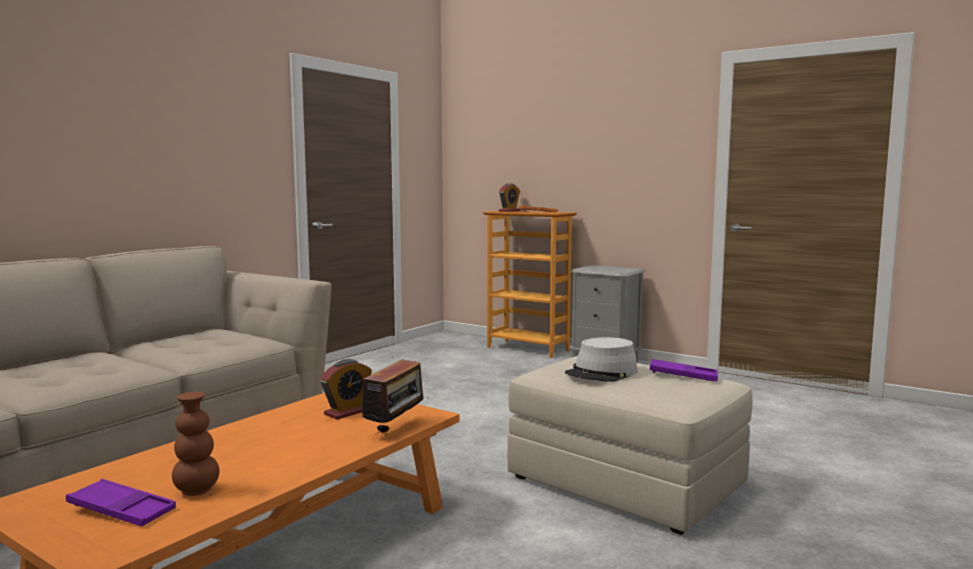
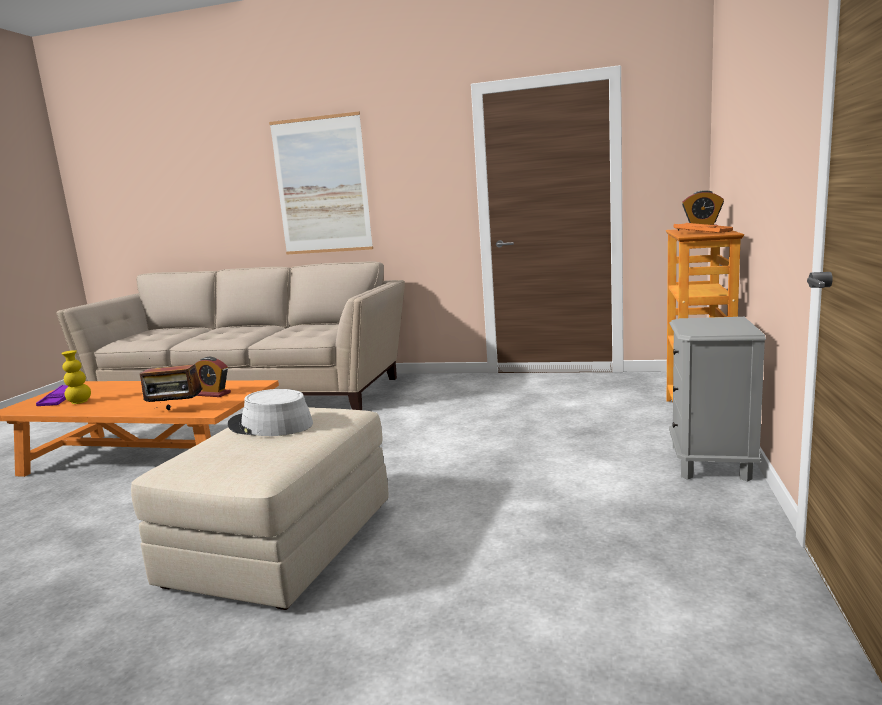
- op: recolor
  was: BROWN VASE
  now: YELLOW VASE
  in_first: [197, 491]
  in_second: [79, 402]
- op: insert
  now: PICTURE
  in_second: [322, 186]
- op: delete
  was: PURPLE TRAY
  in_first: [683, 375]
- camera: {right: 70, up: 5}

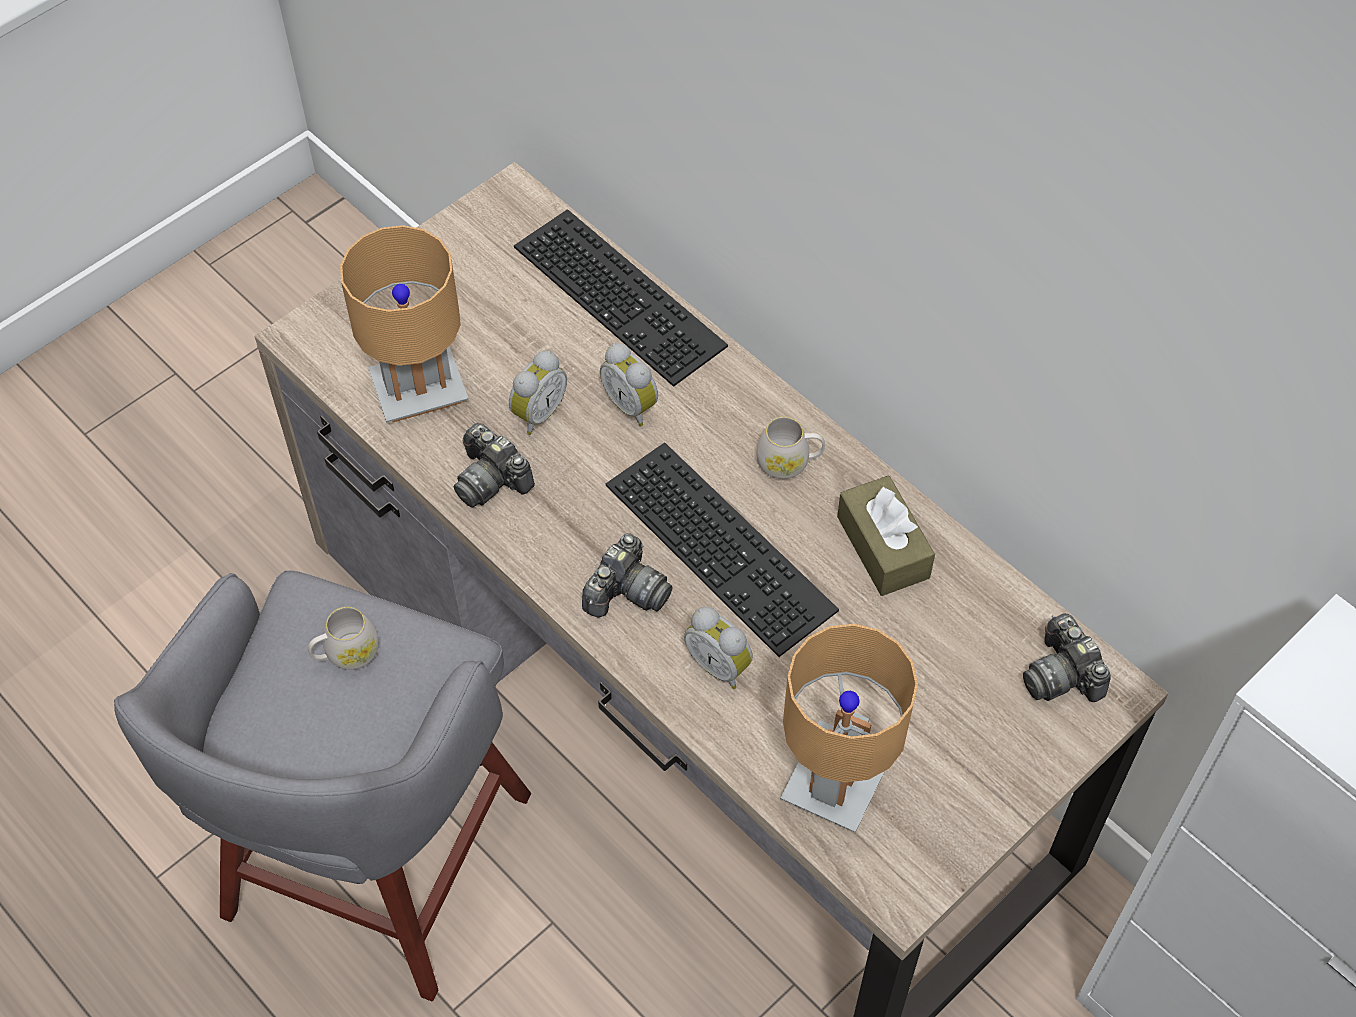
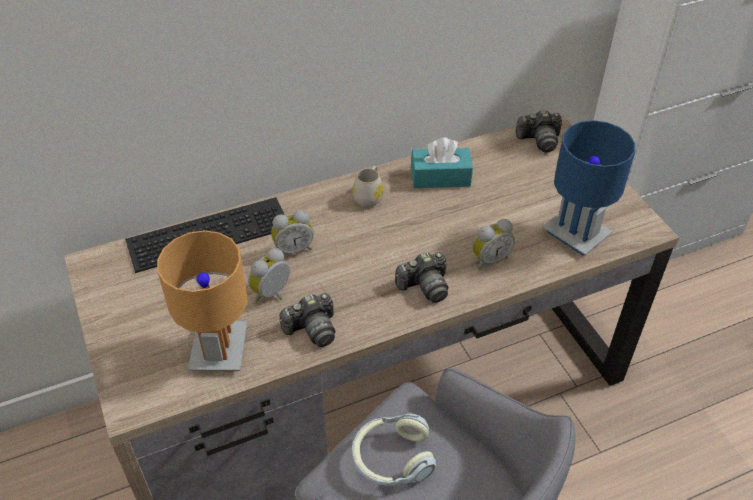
- op: rotate
  was: ALARM CLOCK
  in_first: [537, 413]
  in_second: [273, 294]
  clockwise: -105
- op: replace
  was: WHITE MUG
  now: HEADPHONES
  in_first: [346, 654]
  in_second: [392, 458]
- op: rotate
  was: PHOTO CAMERA
  in_first: [626, 592]
  in_second: [424, 286]
  clockwise: 105
- op: recolor
  was: BROWN TISSUE BOX
  now: TURQUOISE TISSUE BOX
  in_first: [883, 547]
  in_second: [440, 177]
- op: recolor
  was: BROWN TABLE LAMP
  now: BLUE TABLE LAMP
  in_first: [837, 781]
  in_second: [576, 233]
- op: delete
  was: KEYBOARD
  in_first: [725, 545]
- camera: {right: -70, up: -10}

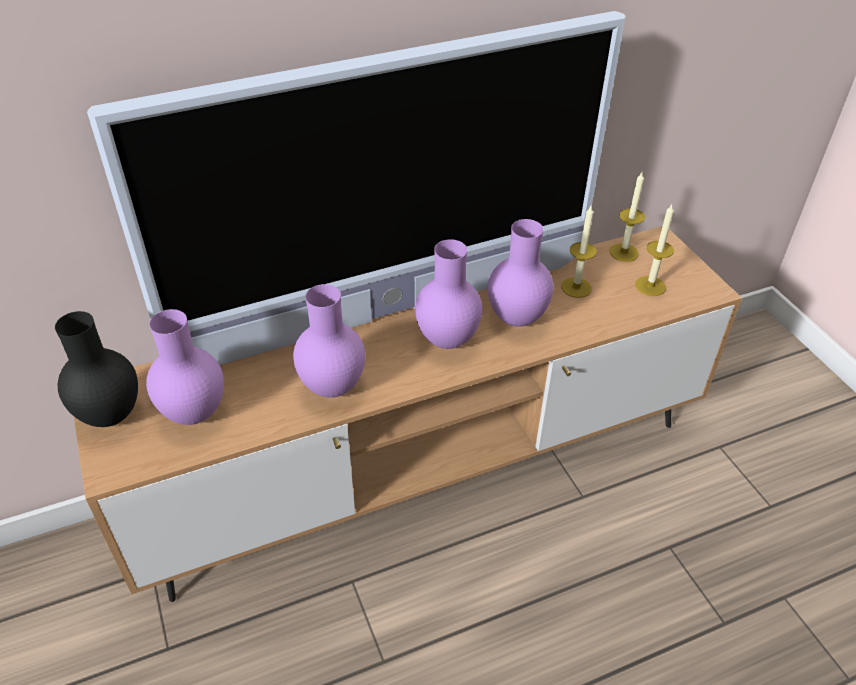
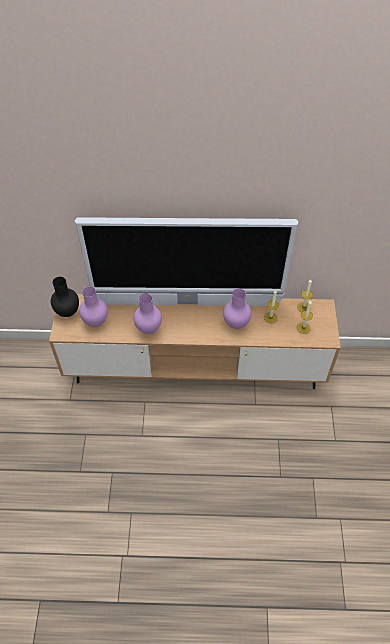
- op: delete
  was: PURPLE VASE
  in_first: [448, 341]
- camera: {right: 25, up: 10}

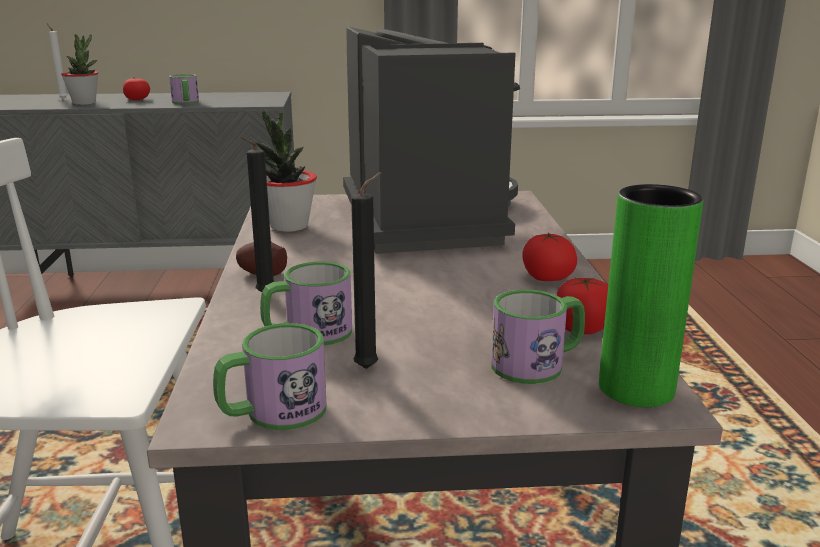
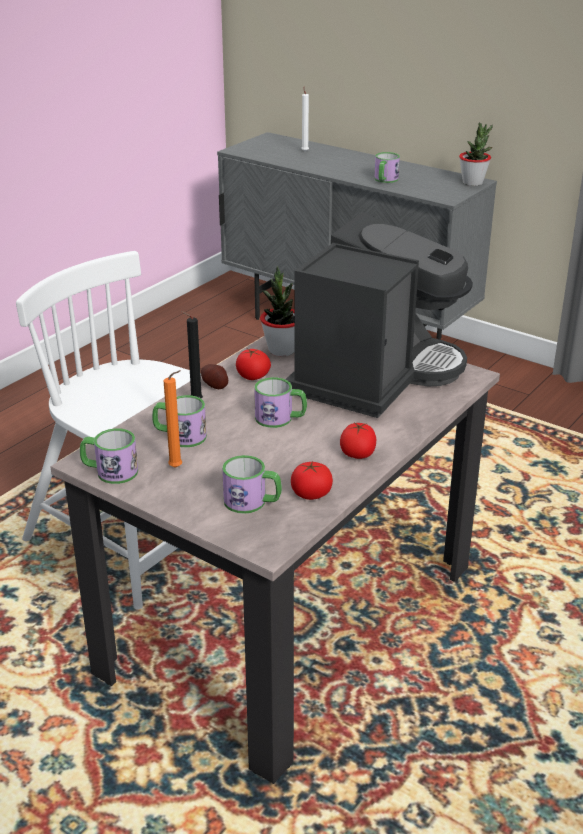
- op: recolor
  was: BLACK CANDLE
  now: ORANGE CANDLE
  in_first: [370, 367]
  in_second: [177, 468]
- op: move
  was: TOMATO
  in_first: [137, 99]
  in_second: [253, 376]
- op: insert
  now: MUG
  in_second: [280, 418]
- op: move
  was: POTTED PLANT
  in_first: [84, 103]
  in_second: [472, 183]
- op: delete
  was: GREEN VASE
  in_first: [636, 389]
- camera: {right: 40, up: 10}

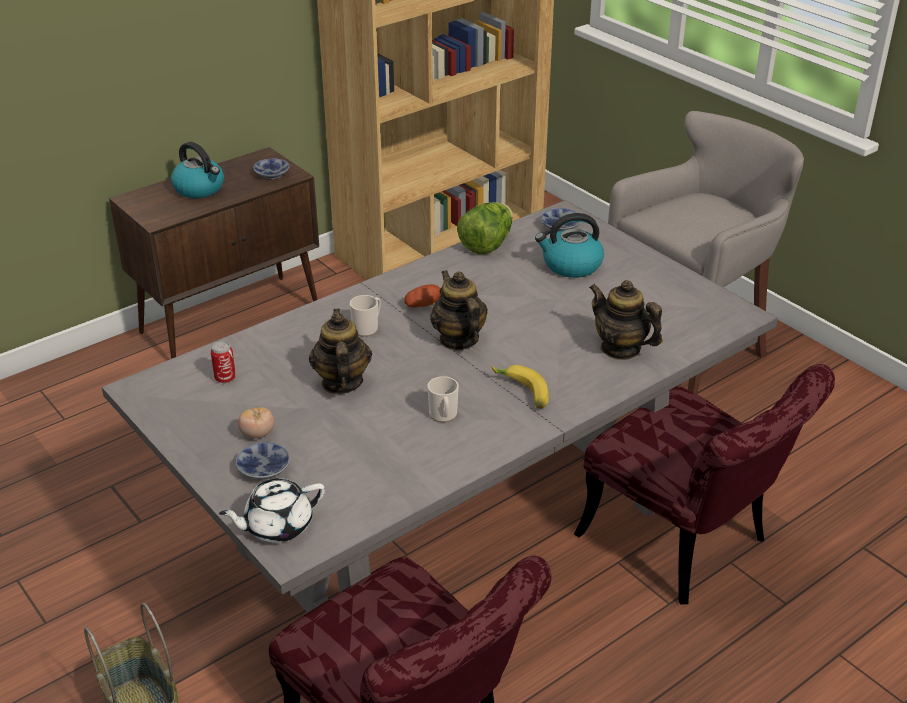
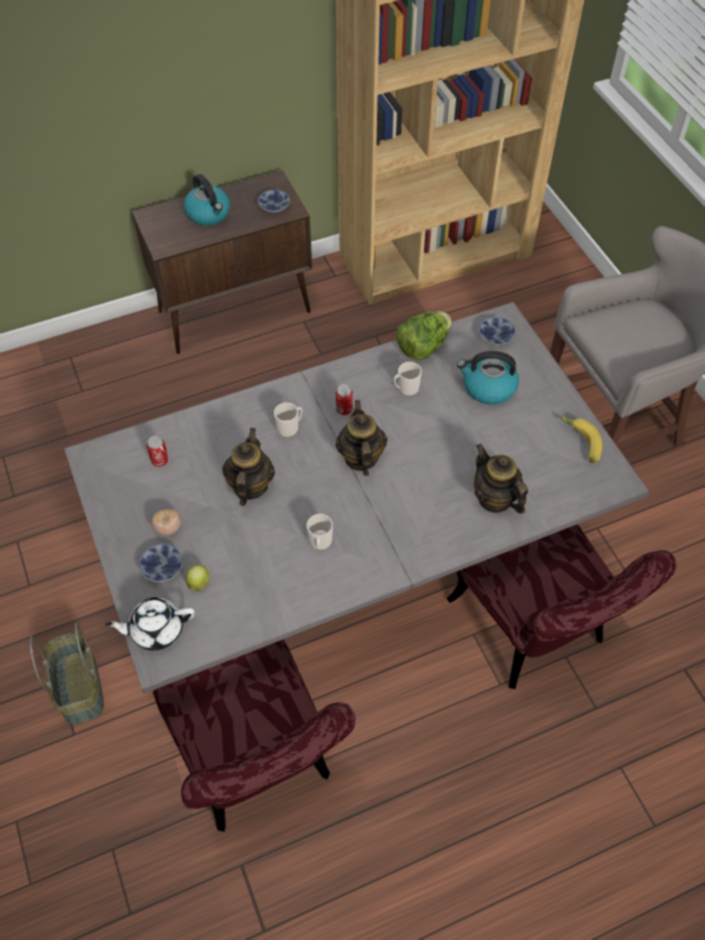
- op: insert
  now: APPLE
  in_second: [199, 582]
- op: replace
  was: POTATO
  now: CAN
  in_first: [422, 305]
  in_second: [344, 409]
- op: insert
  now: MUG
  in_second: [406, 388]
- op: move
  was: BANANA
  in_first: [521, 393]
  in_second: [580, 443]
- camera: {right: 15, up: 20}

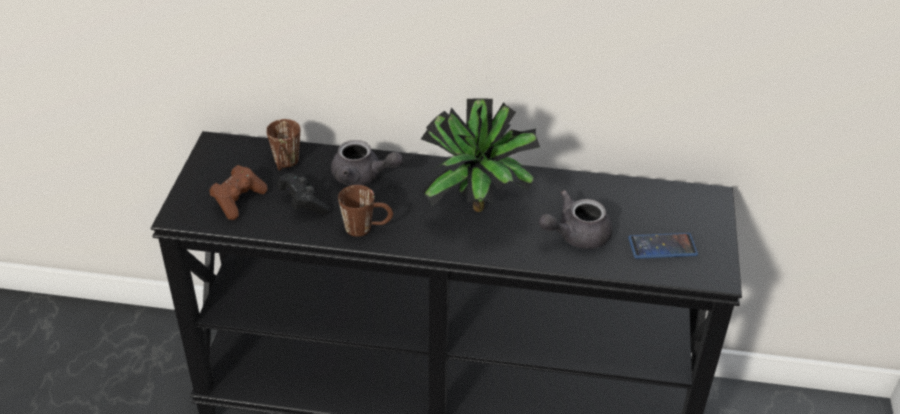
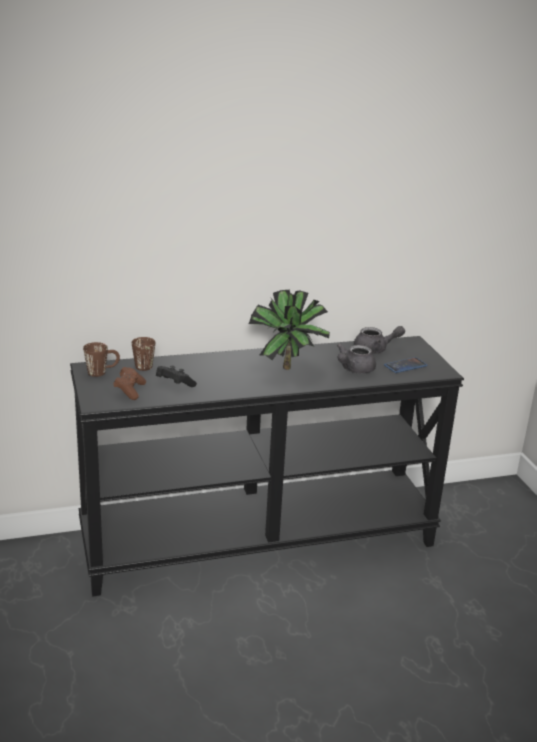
- op: move
  was: BROWN MUG
  in_first: [367, 228]
  in_second: [102, 372]
- op: move
  was: GREY TEAPOT
  in_first: [363, 176]
  in_second: [375, 350]
- camera: {right: -25, up: -15}

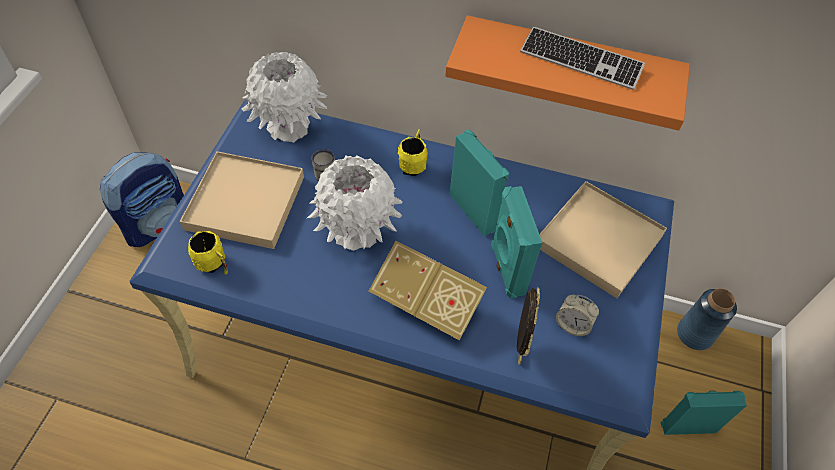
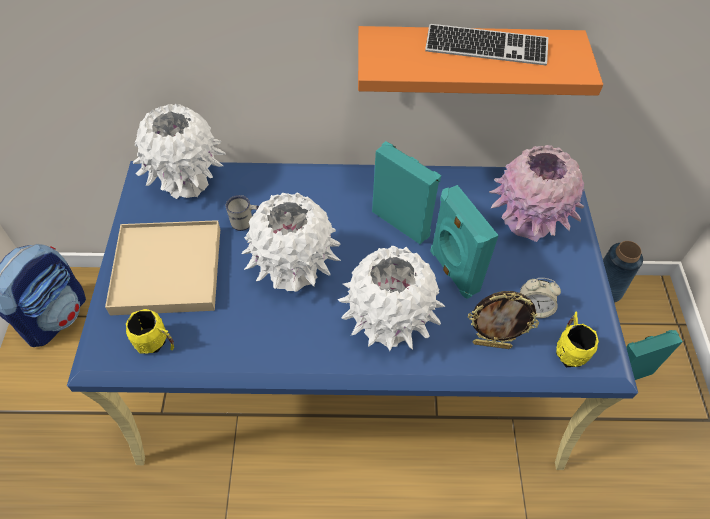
- op: replace
  was: BOOK
  now: WHITE VASE
  in_first: [427, 302]
  in_second: [388, 324]
- op: rotate
  was: PICTURE FRAME
  in_first: [518, 347]
  in_second: [492, 344]
  clockwise: 105
- op: replace
  was: BEIGE TRAY
  now: PINK VASE
  in_first: [598, 241]
  in_second: [527, 223]
- op: move
  was: YELLOW MUG
  in_first: [413, 164]
  in_second: [569, 350]
- camera: {right: -15, up: 0}

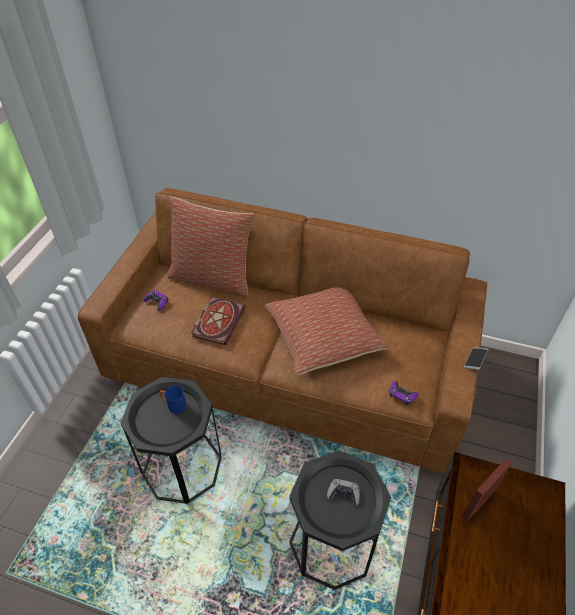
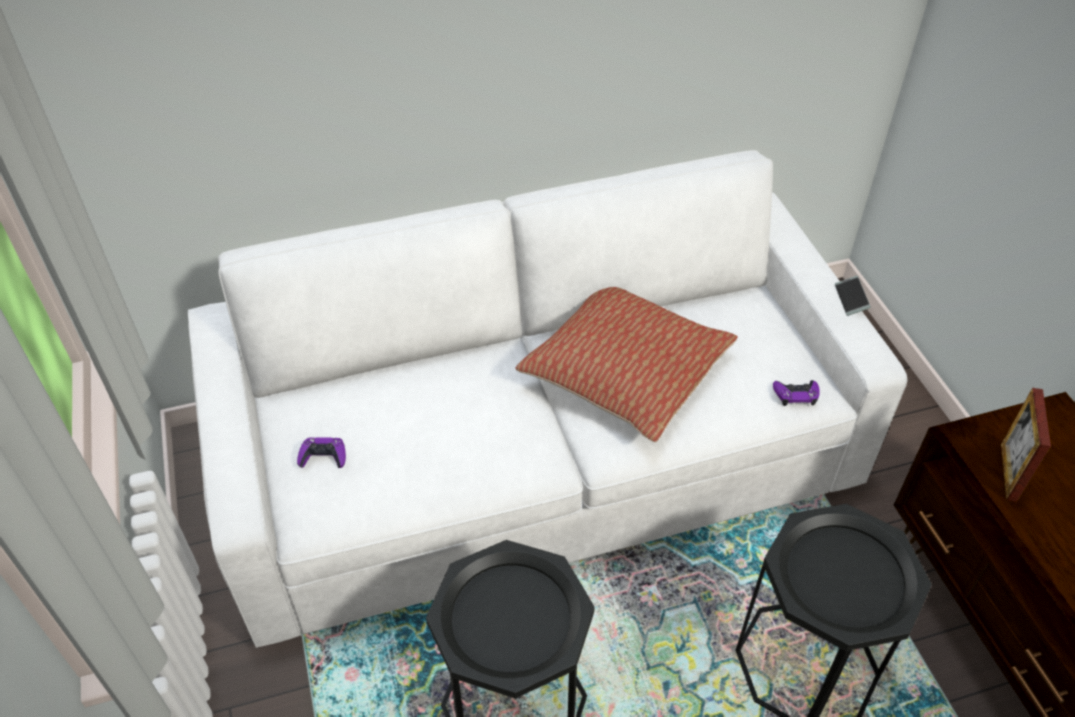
- op: recolor
  was: BROWN SOFA
  now: WHITE SOFA
  in_first: [287, 363]
  in_second: [537, 456]
- op: delete
  was: BLUE MUG
  in_first: [174, 405]
- op: delete
  was: PILLOW
  in_first: [212, 277]
- op: delete
  was: BOOK
  in_first: [218, 321]
- op: delete
  was: GREY GAME CONTROLLER
  in_first: [343, 493]
- camera: {right: -35, up: 0}

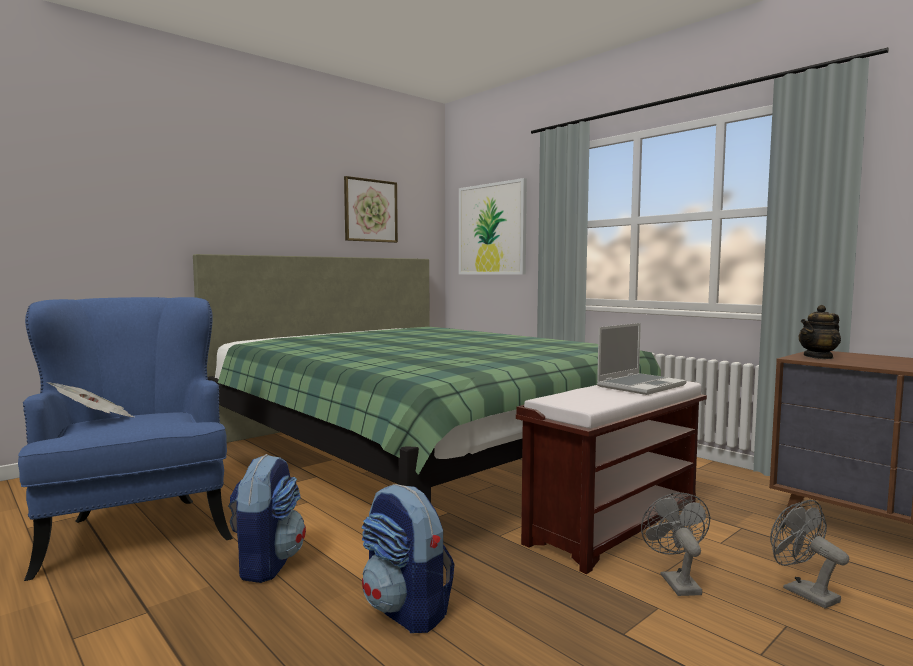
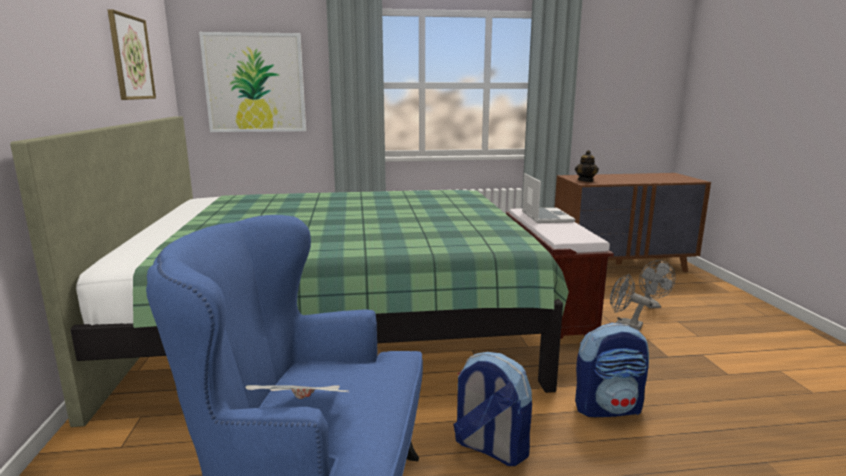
- op: rotate
  was: GREY FAN
  in_first: [803, 592]
  in_second: [651, 305]
  clockwise: -105
- camera: {right: -55, up: 10}

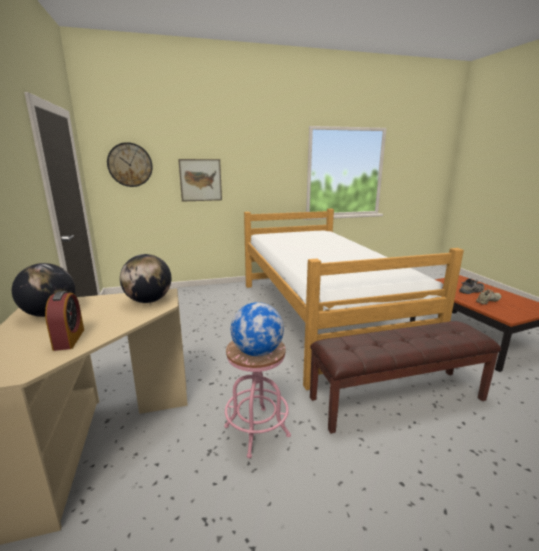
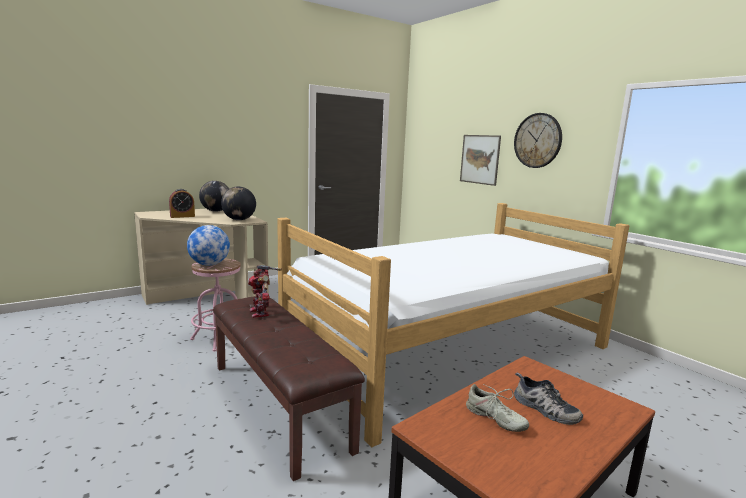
- op: insert
  now: TOY ROBOT
  in_second: [261, 312]
- op: move
  was: WALL CLOCK
  in_first: [130, 165]
  in_second: [537, 140]
- camera: {right: 70, up: -5}

